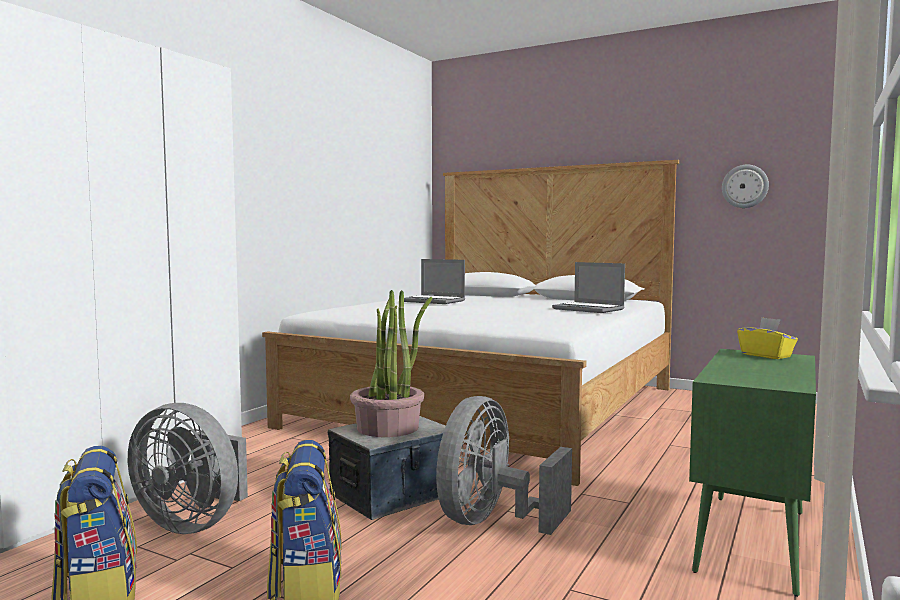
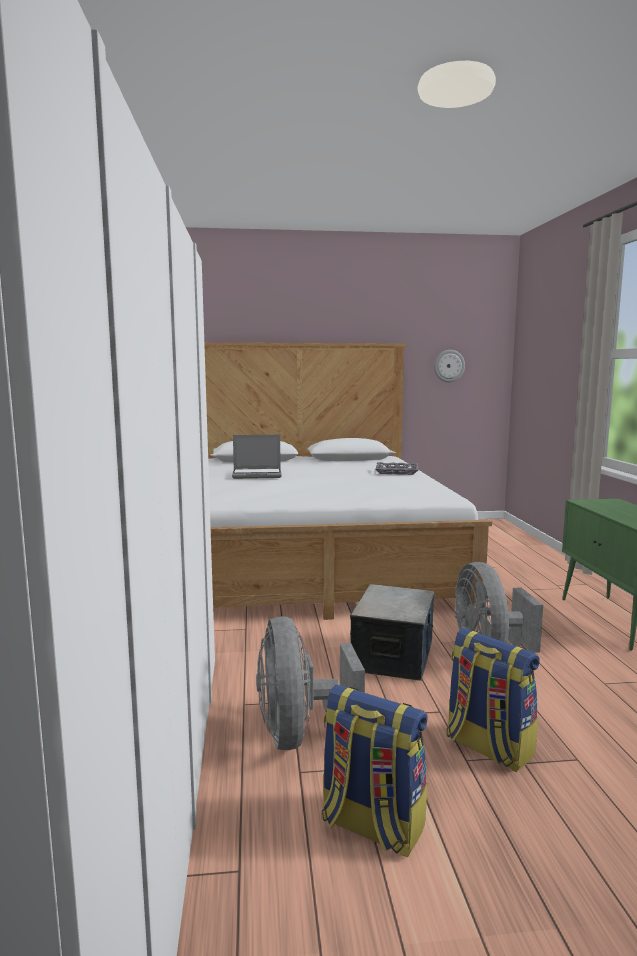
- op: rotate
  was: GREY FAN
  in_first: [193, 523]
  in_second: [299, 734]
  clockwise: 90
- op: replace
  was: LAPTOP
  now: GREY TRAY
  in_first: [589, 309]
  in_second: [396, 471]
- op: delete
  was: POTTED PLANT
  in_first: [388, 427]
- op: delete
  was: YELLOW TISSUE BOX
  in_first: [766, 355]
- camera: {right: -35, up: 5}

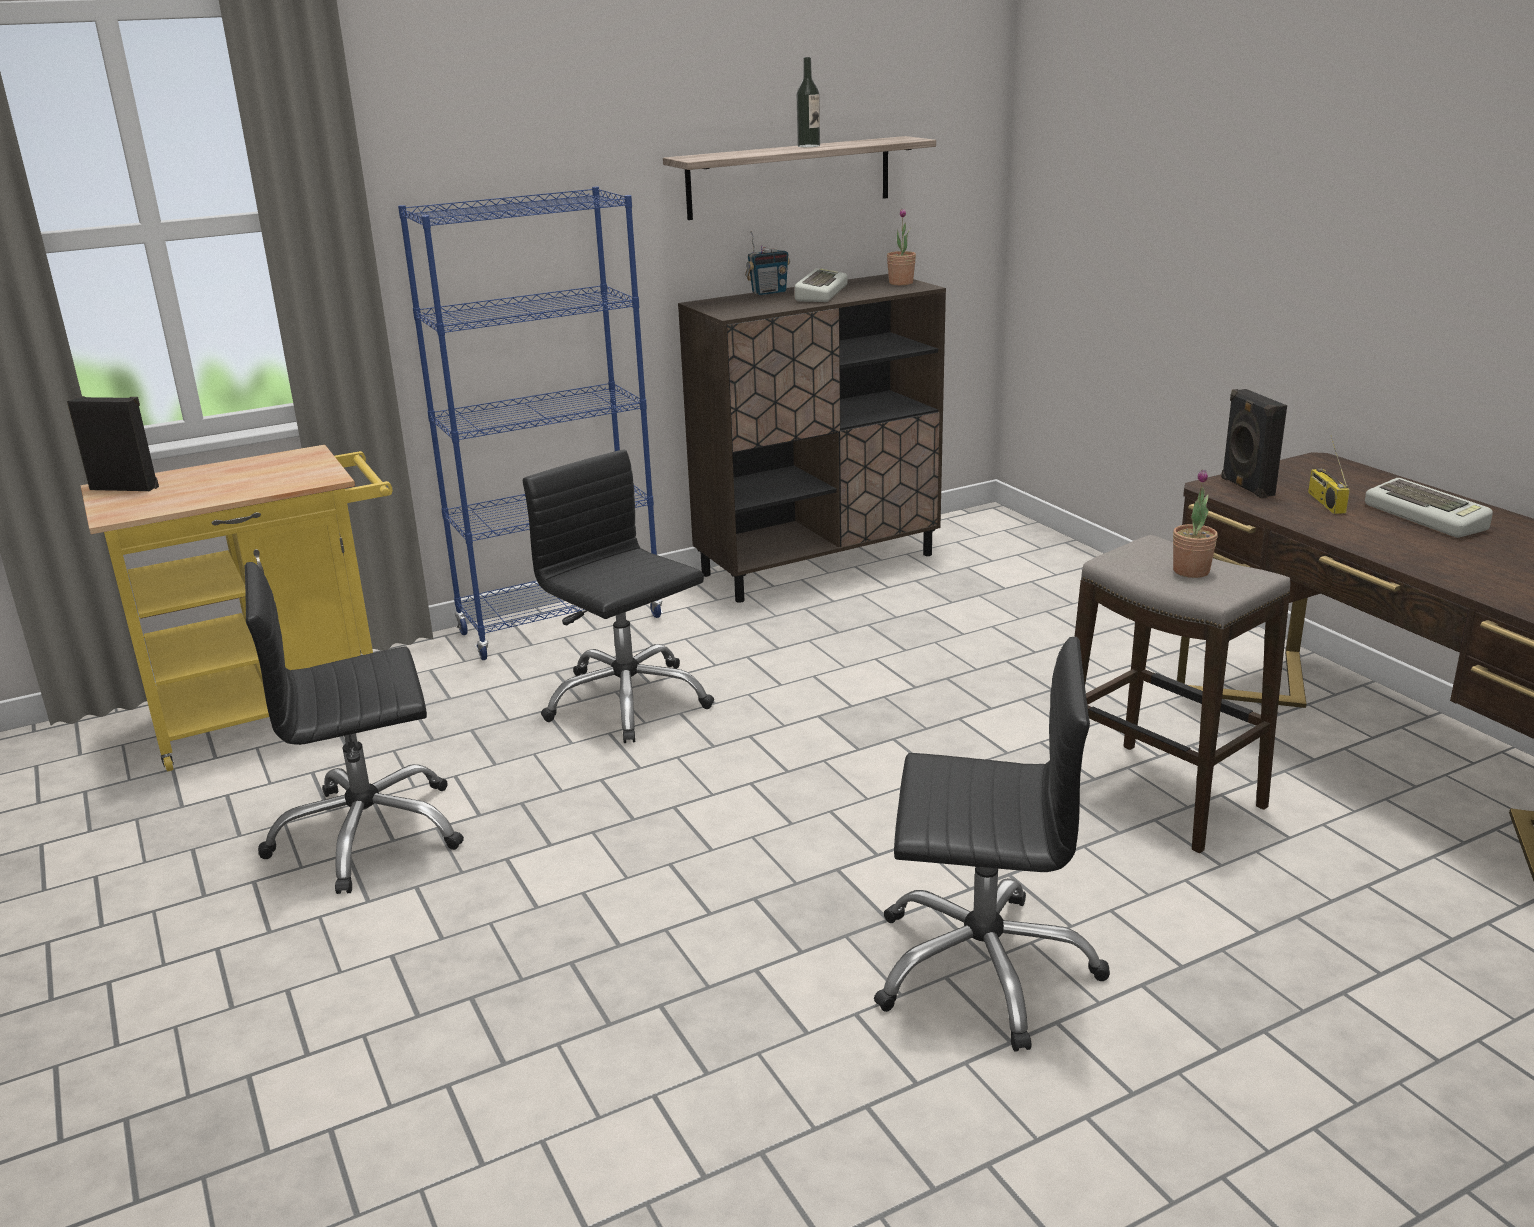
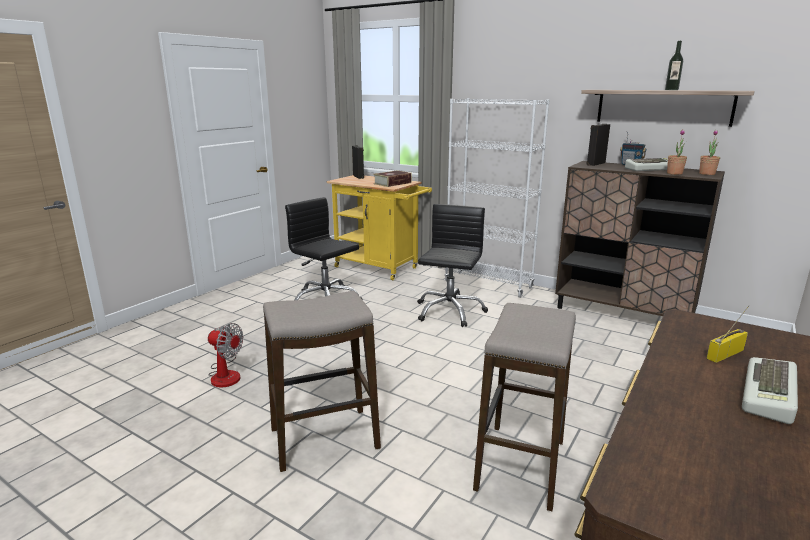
- op: insert
  now: FAN
  in_second: [226, 374]
- op: replace
  was: BLACK OFFICE CHAIR
  now: STOOL
  in_first: [983, 967]
  in_second: [325, 439]
- op: insert
  now: BOOK
  in_second: [392, 183]
- op: recolor
  was: BLUE BOOKCASE
  now: WHITE BOOKCASE
  in_first: [561, 625]
  in_second: [488, 284]
- op: move
  was: BLACK SPEAKER
  in_first: [1245, 487]
  in_second: [595, 164]
- op: move
  was: POTTED PLANT
  in_first: [1191, 571]
  in_second: [674, 173]
- camera: {right: 60, up: -5}

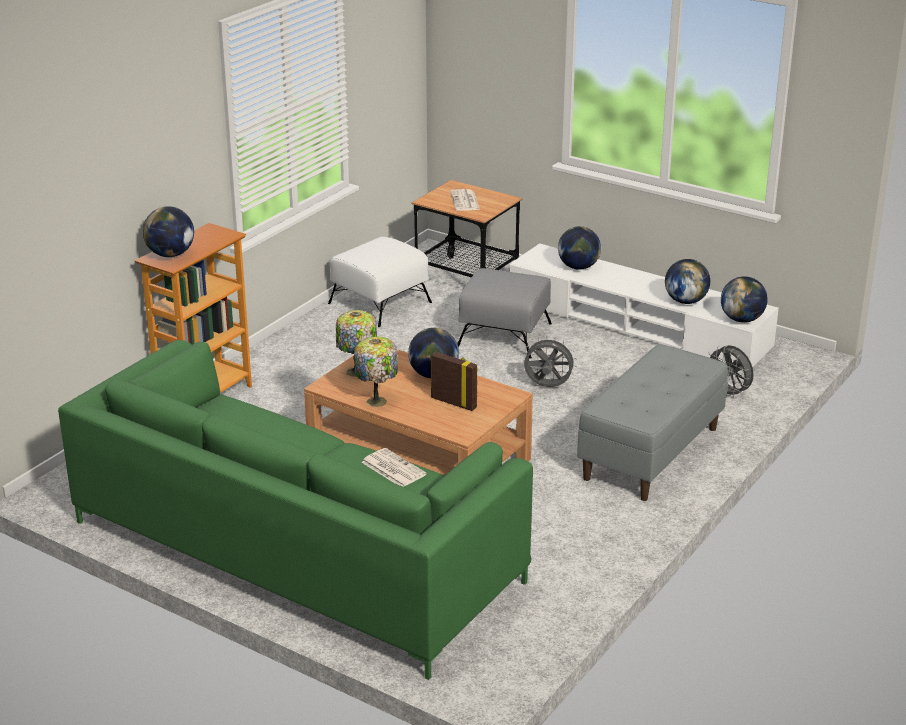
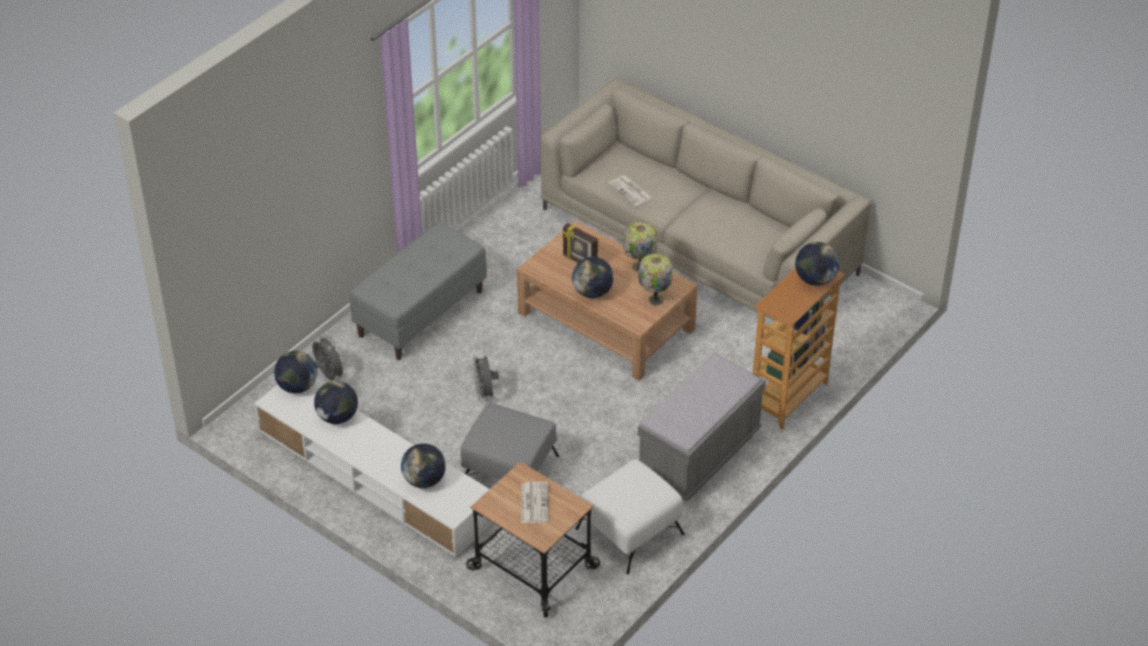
- op: rotate
  was: GREY FAN
  in_first: [547, 387]
  in_second: [485, 394]
  clockwise: 60
- op: recolor
  was: GREEN SOFA
  now: BEIGE SOFA
  in_first: [296, 551]
  in_second: [698, 242]
- op: insert
  now: GREY BENCH
  in_second: [699, 455]
- camera: {right: -175, up: 15}

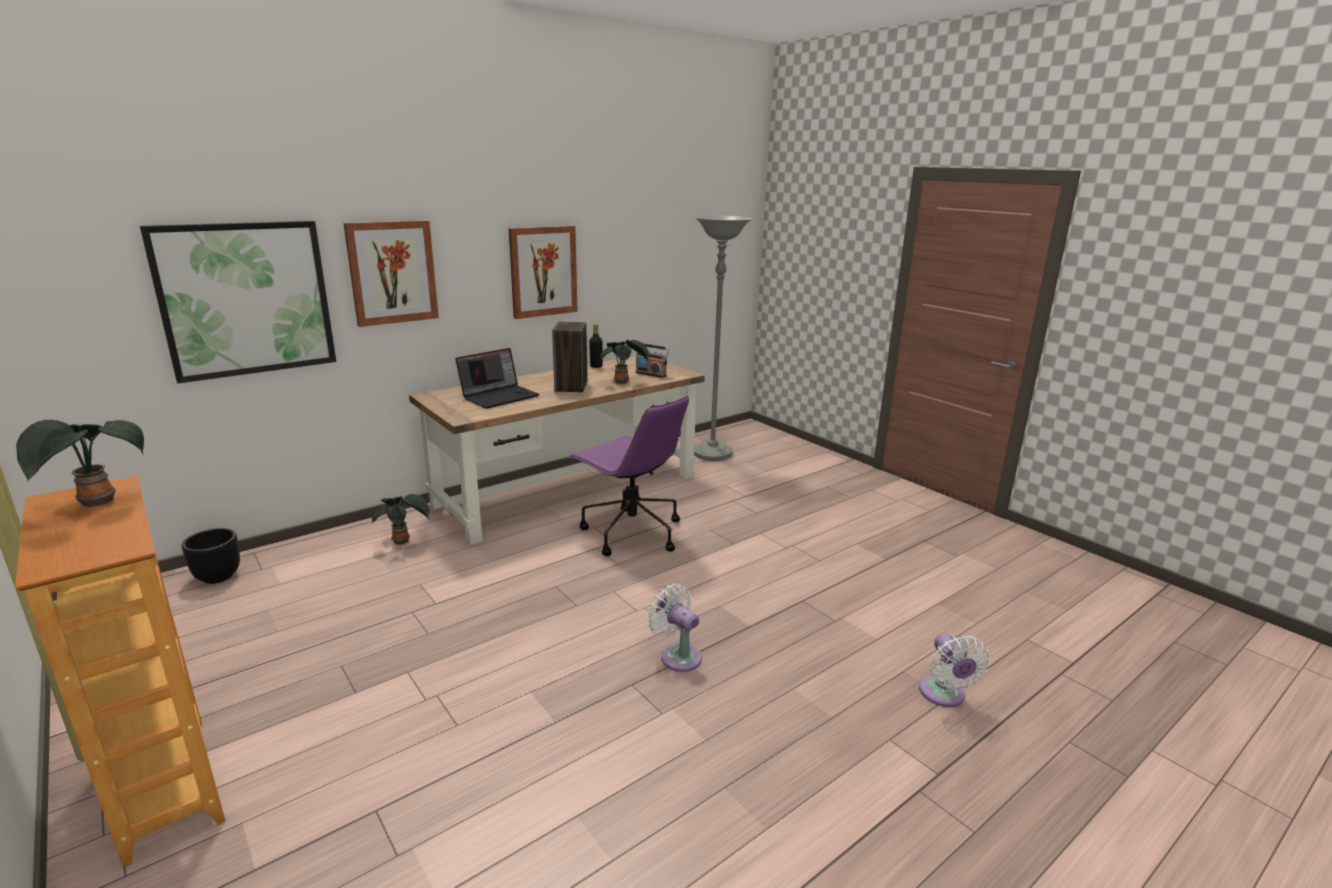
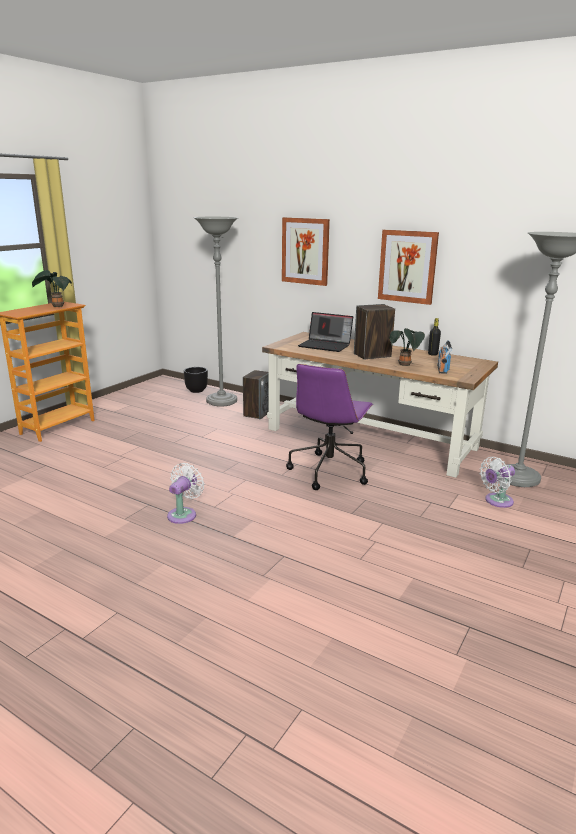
- op: insert
  now: GREY FLOOR LAMP
  in_second: [221, 401]
- op: replace
  was: POTTED PLANT
  now: SPEAKER
  in_first: [403, 541]
  in_second: [257, 413]
- op: move
  was: WHITE FAN
  in_first: [944, 695]
  in_second: [496, 501]
- op: delete
  was: PICTURE
  in_first: [246, 299]
- camera: {right: 70, up: 0}

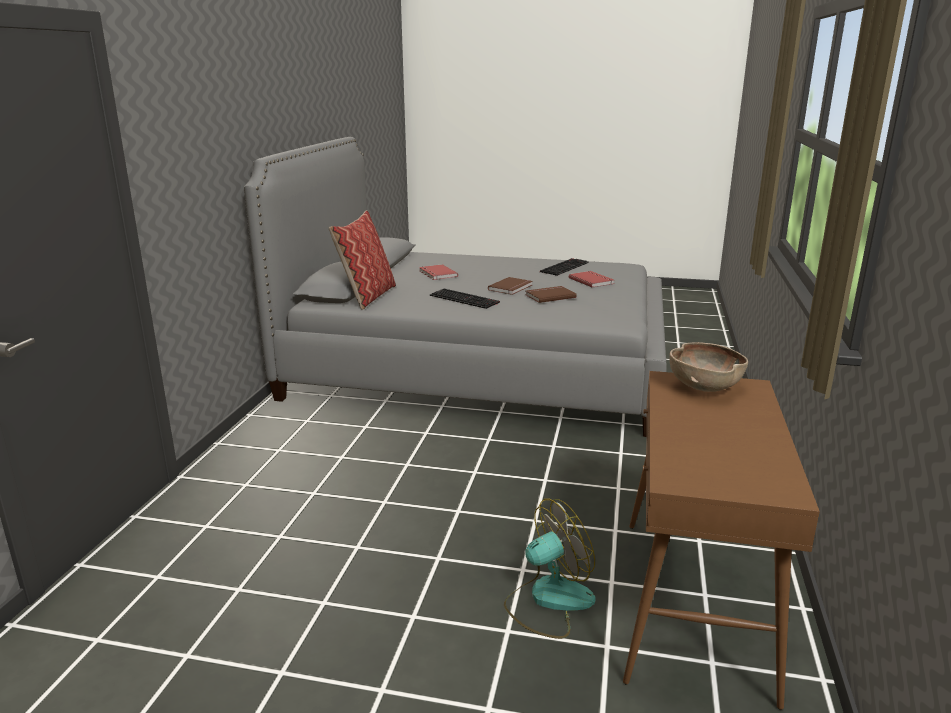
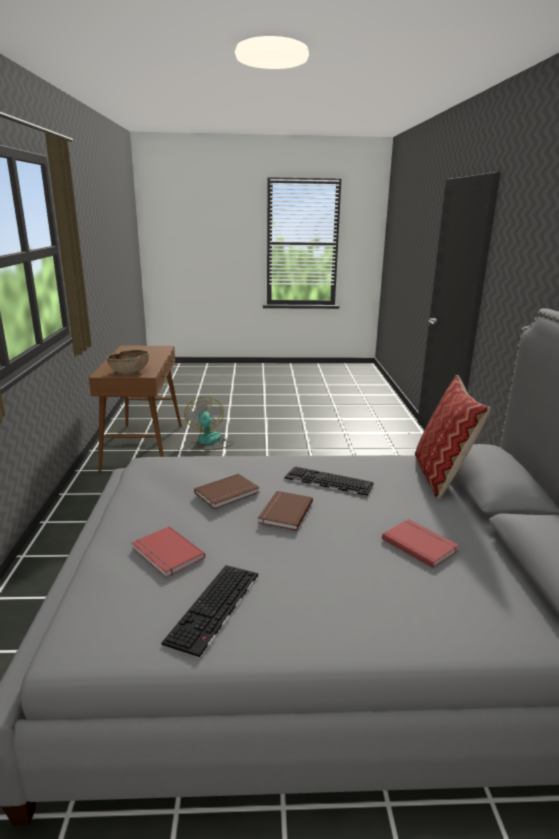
- op: rotate
  was: FAN
  in_first: [548, 600]
  in_second: [210, 442]
  clockwise: 120
- camera: {right: 165, up: 0}

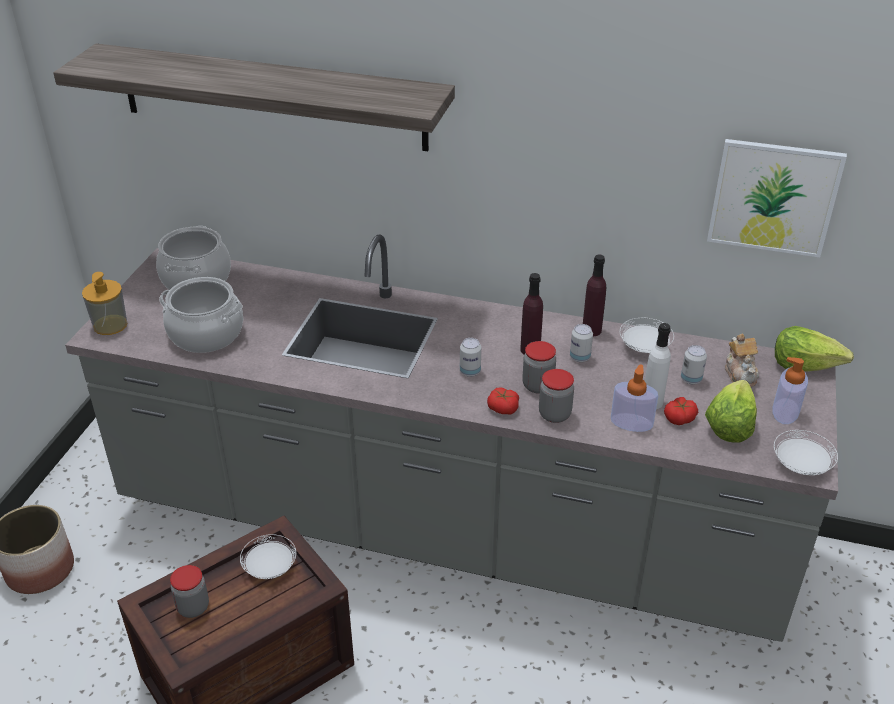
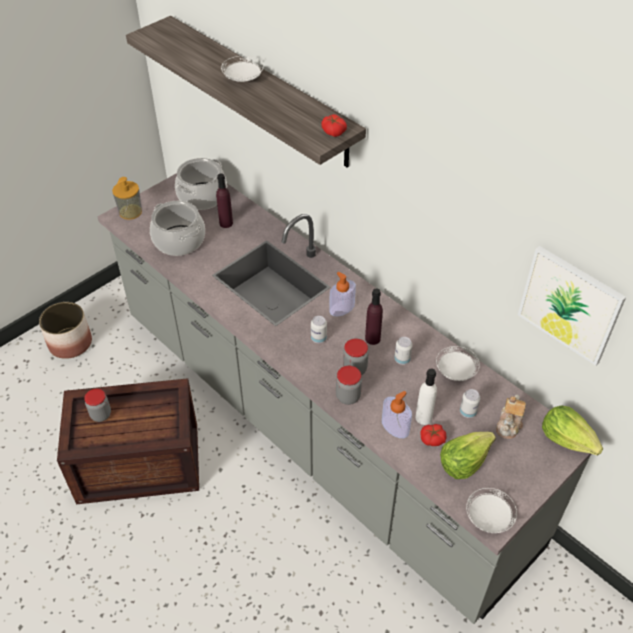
- op: move
  was: PURPLE BOTTLE
  in_first: [591, 330]
  in_second: [226, 223]
- op: move
  was: WHITE PLATE
  in_first: [270, 567]
  in_second: [243, 79]
- op: move
  was: TOMATO
  in_first: [503, 408]
  in_second: [333, 131]
- op: move
  was: SOAP DISPENSER
  in_first: [785, 411]
  in_second: [342, 308]
- camera: {right: 30, up: 10}

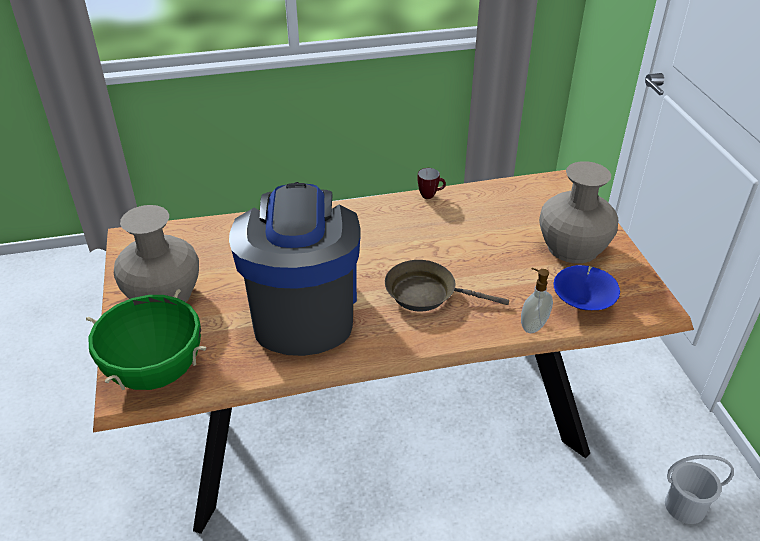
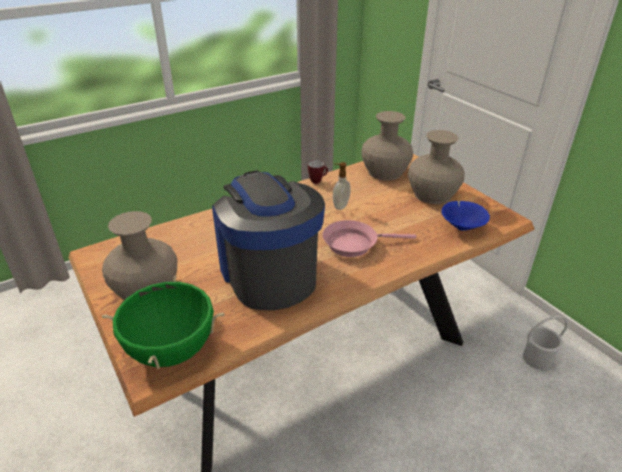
- op: recolor
  was: BROWN FRYING PAN
  now: PINK FRYING PAN
  in_first: [426, 294]
  in_second: [354, 244]
- op: move
  was: SOAP DISPENSER
  in_first: [532, 325]
  in_second: [340, 206]
- op: insert
  now: BEIGE VASE
  in_second: [385, 172]
- camera: {right: -20, up: -5}

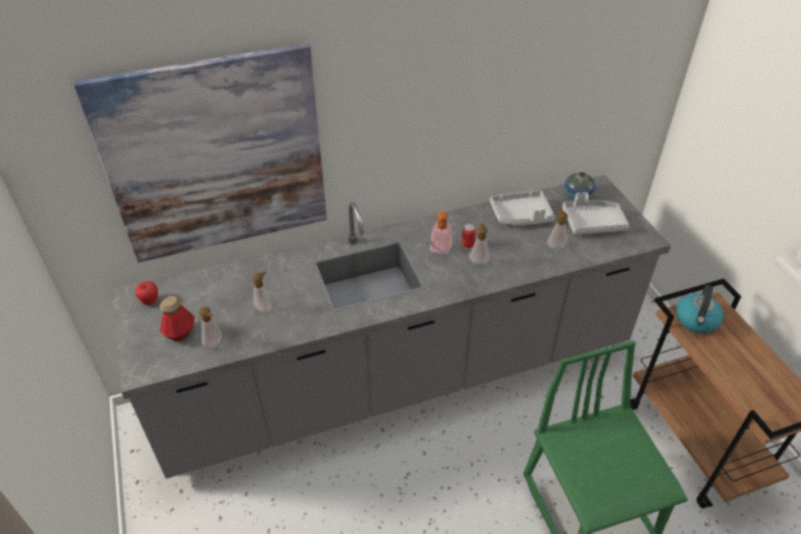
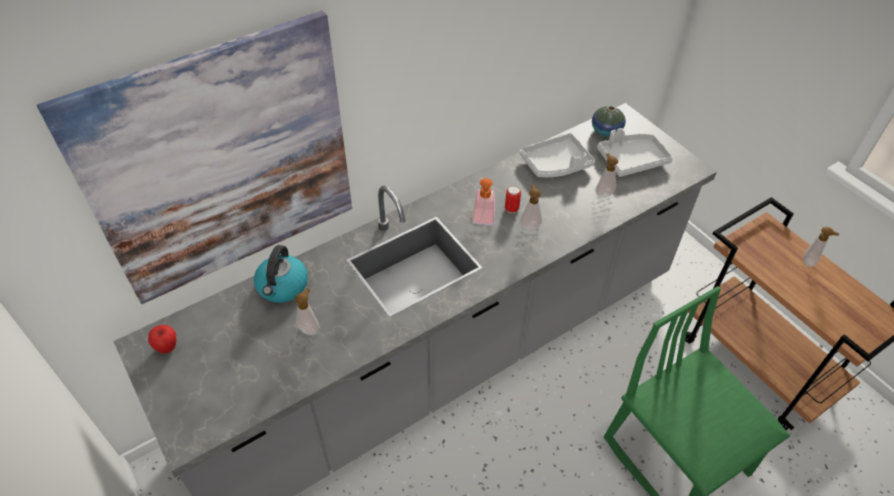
- op: move
  was: KETTLE
  in_first: [696, 320]
  in_second: [282, 287]
- op: move
  was: SOAP DISPENSER
  in_first: [215, 344]
  in_second: [810, 262]
- op: delete
  was: BOTTLE
  in_first: [180, 332]
- camera: {right: -15, up: 5}

